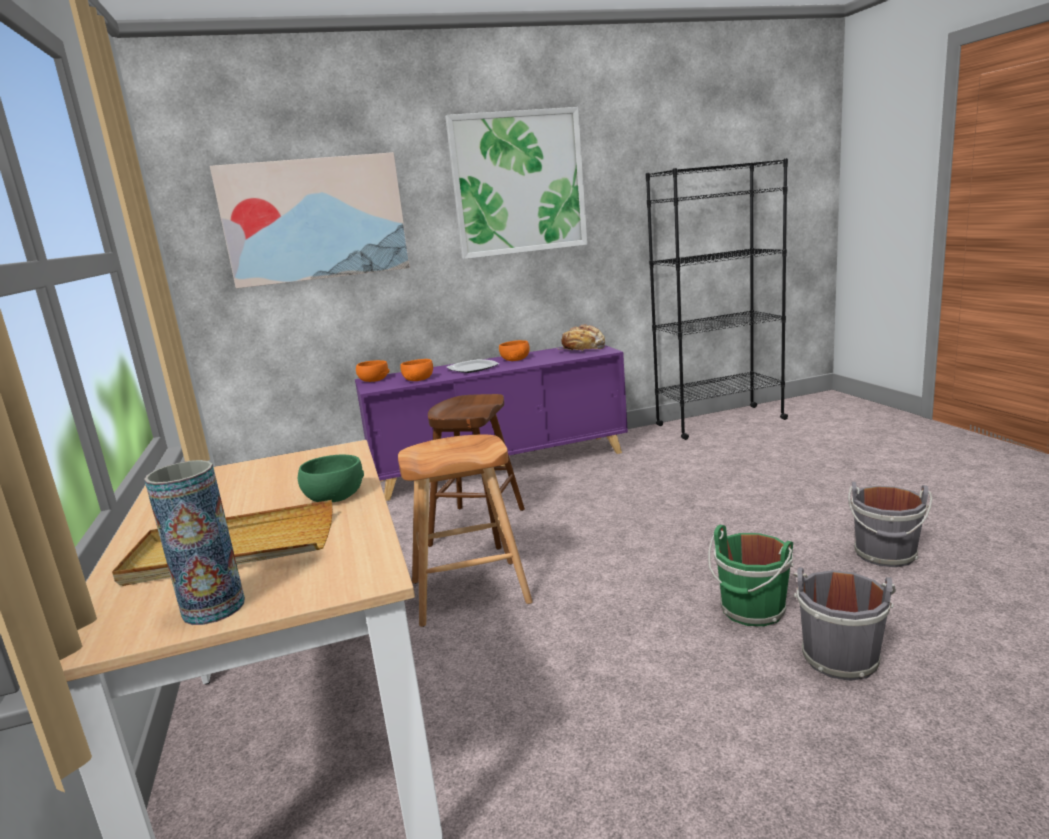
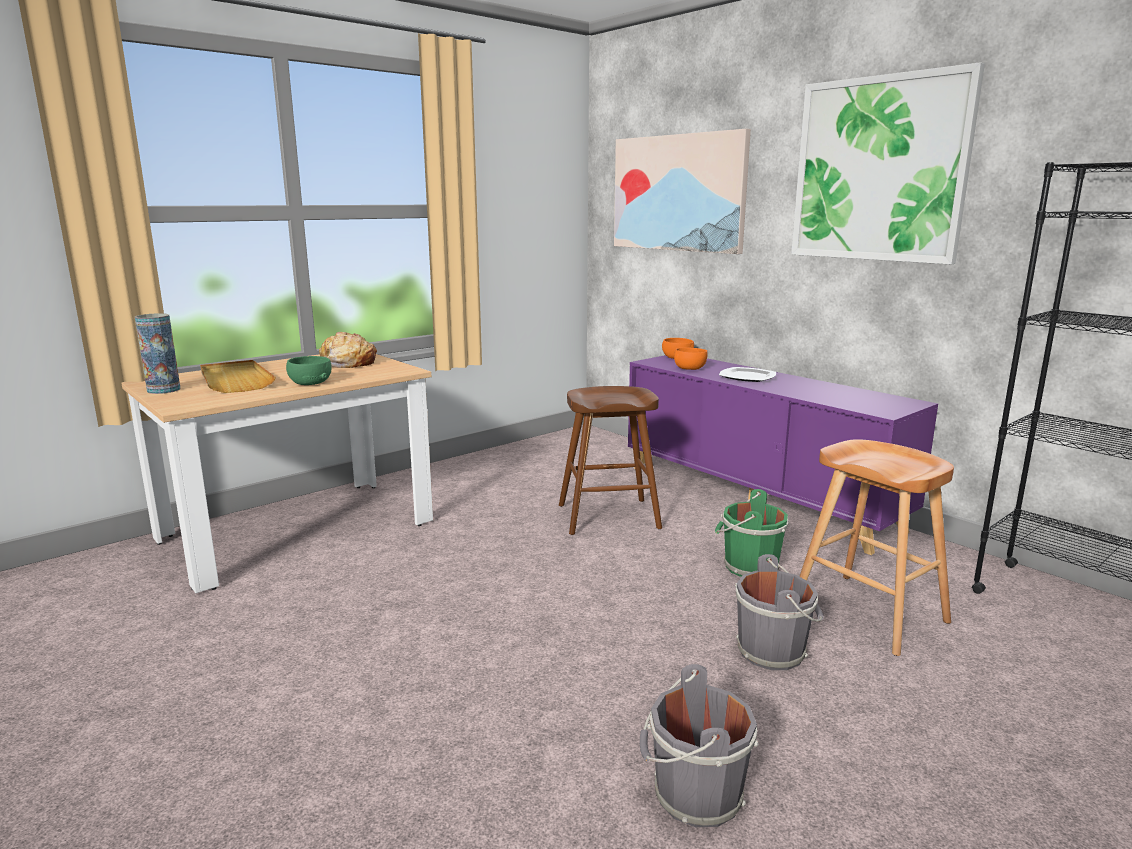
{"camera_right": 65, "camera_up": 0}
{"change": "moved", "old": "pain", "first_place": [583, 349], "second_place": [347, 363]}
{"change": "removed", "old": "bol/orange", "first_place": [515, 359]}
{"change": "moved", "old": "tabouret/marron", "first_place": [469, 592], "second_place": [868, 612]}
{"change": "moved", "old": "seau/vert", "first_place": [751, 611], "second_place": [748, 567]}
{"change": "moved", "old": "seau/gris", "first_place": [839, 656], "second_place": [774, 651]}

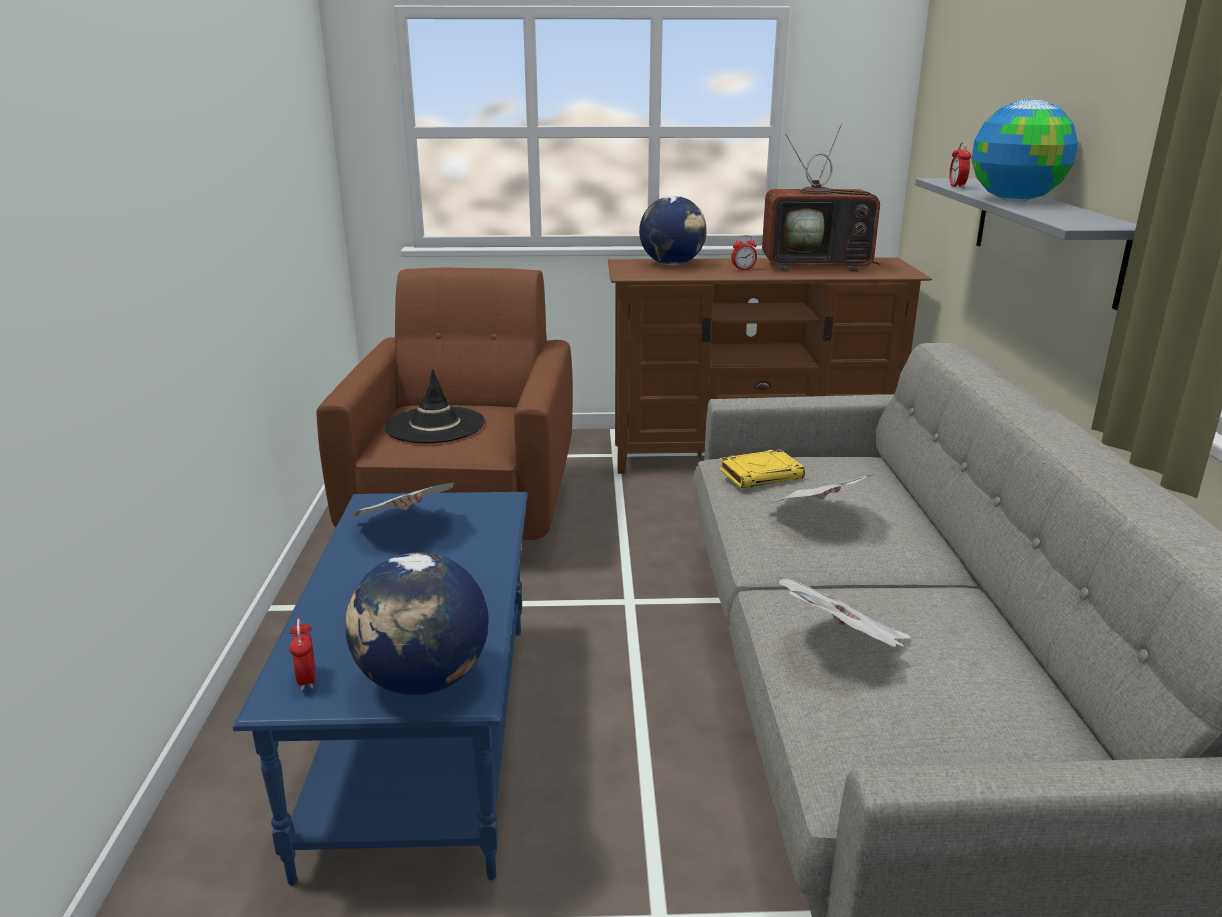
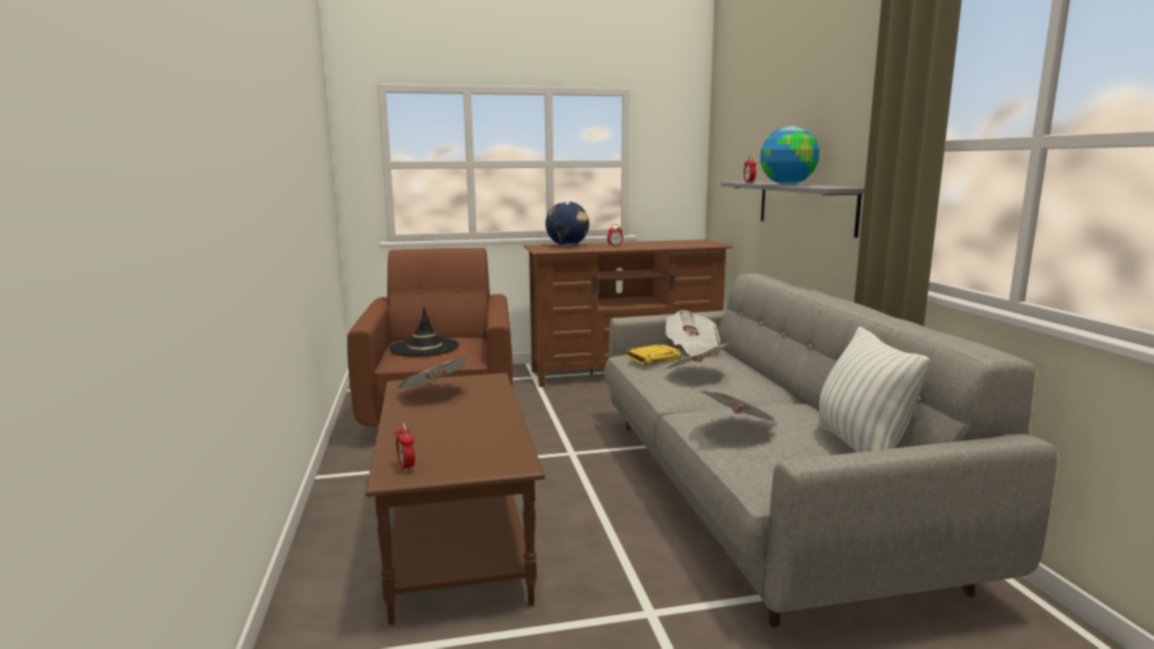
{"camera_right": -10, "camera_up": -10}
{"change": "removed", "old": "téléviseur", "first_place": [818, 266]}
{"change": "recoloured", "old": "table basse/bleu", "new": "table basse/marron", "first_place": [427, 737], "second_place": [459, 536]}
{"change": "removed", "old": "globe", "first_place": [423, 681]}
{"change": "added", "new": "journal", "second_place": [692, 349]}
{"change": "added", "new": "coussin", "second_place": [860, 447]}

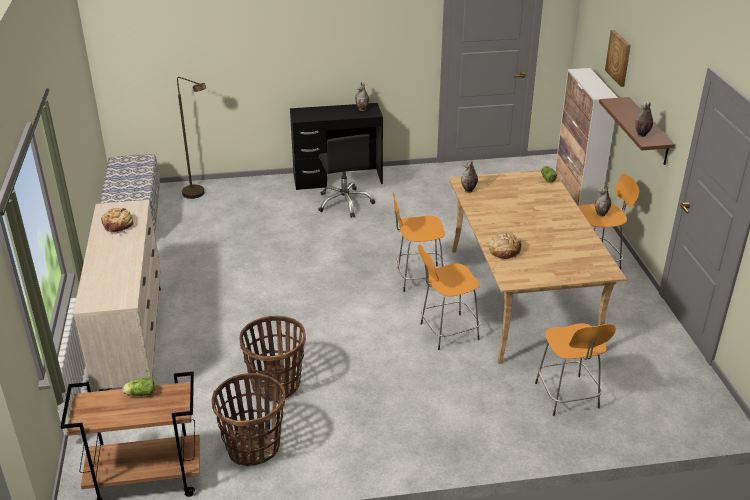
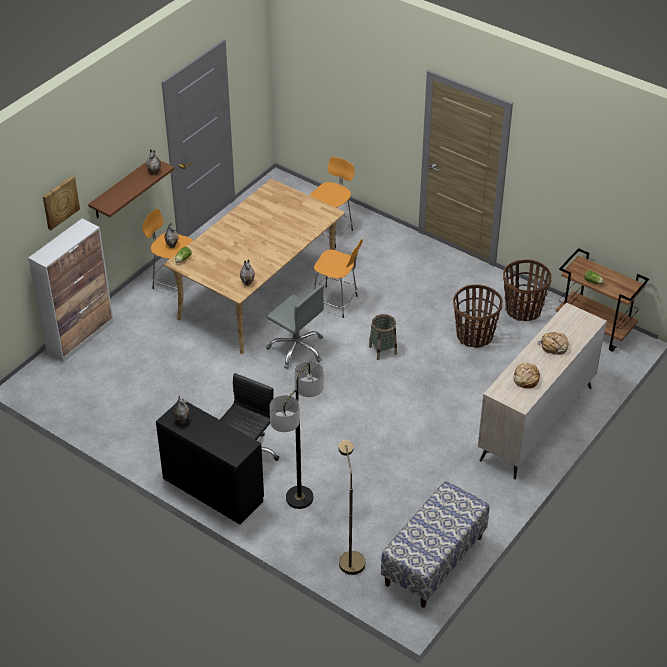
{"camera_right": -135, "camera_up": 10}
{"change": "replaced", "old": "tabouret/orange", "new": "chaise de bureau/gris", "first_place": [418, 278], "second_place": [297, 348]}
{"change": "moved", "old": "pain", "first_place": [504, 250], "second_place": [553, 347]}
{"change": "added", "new": "panier", "second_place": [382, 350]}
{"change": "added", "new": "lampadaire", "second_place": [299, 498]}

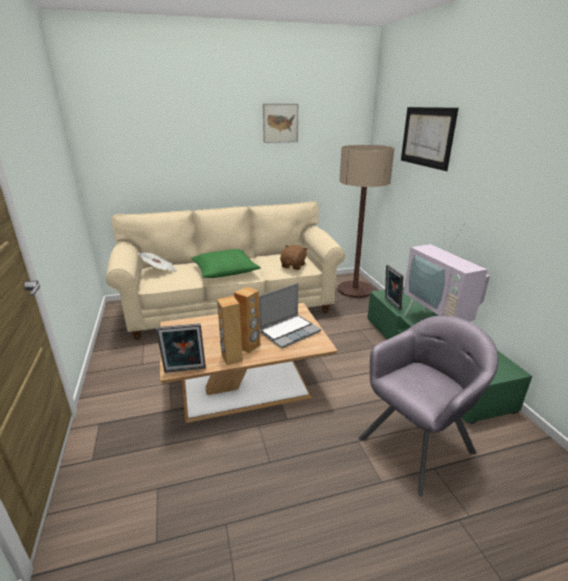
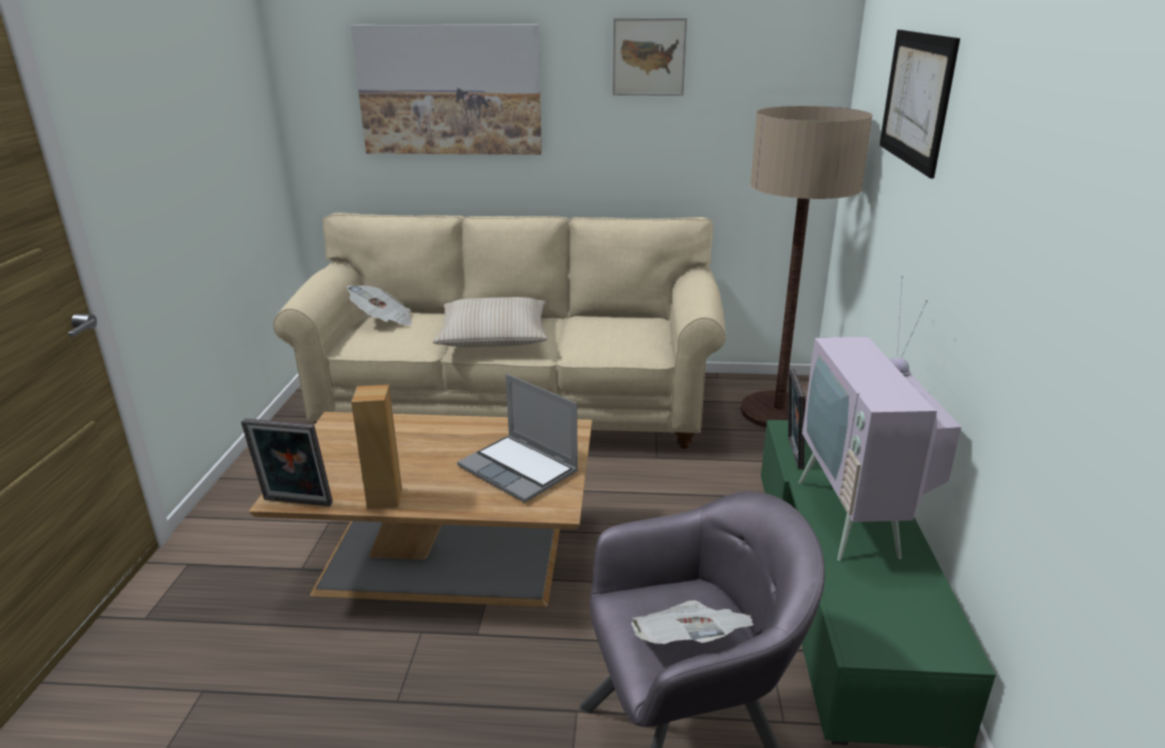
{"camera_right": 20, "camera_up": 0}
{"change": "removed", "old": "peluche/marron", "first_place": [293, 266]}
{"change": "recoloured", "old": "coussin/vert", "new": "coussin/beige", "first_place": [225, 271], "second_place": [493, 336]}
{"change": "turned", "old": "ordinateur portable", "first_place": [289, 331], "second_place": [520, 470], "degrees": 60}
{"change": "removed", "old": "enceinte/marron", "first_place": [249, 346]}
{"change": "added", "new": "tableau", "second_place": [450, 90]}
{"change": "added", "new": "journal", "second_place": [688, 646]}

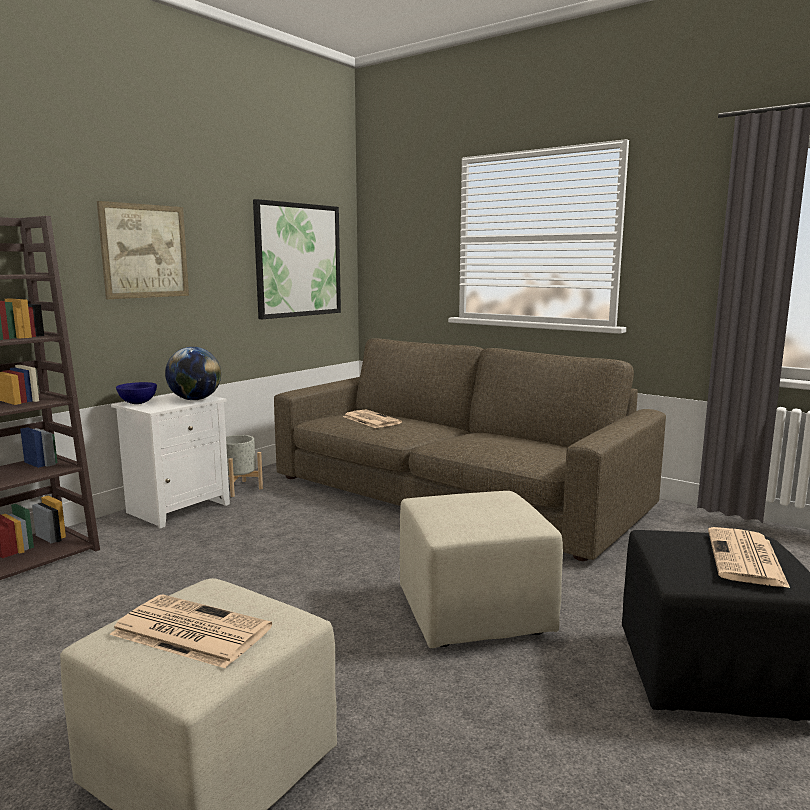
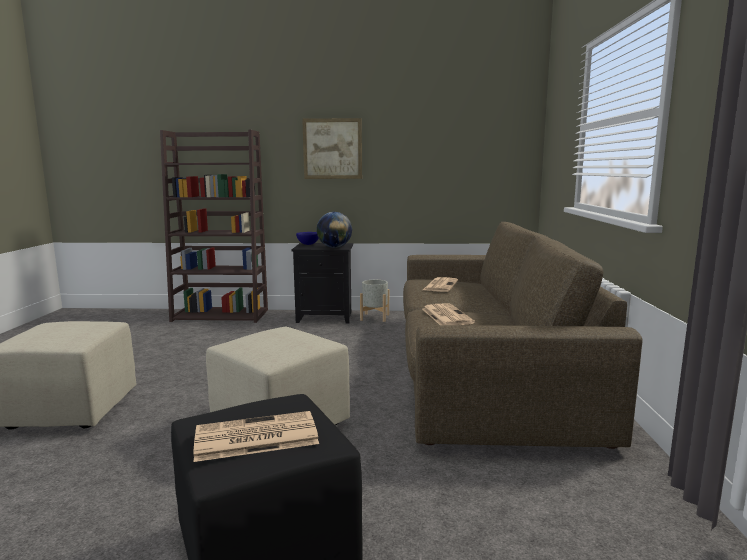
{"camera_right": 55, "camera_up": 0}
{"change": "removed", "old": "tableau", "first_place": [298, 260]}
{"change": "recoloured", "old": "table de chevet/blanc", "new": "table de chevet/noir", "first_place": [178, 508], "second_place": [326, 317]}
{"change": "moved", "old": "journal", "first_place": [189, 631], "second_place": [445, 315]}

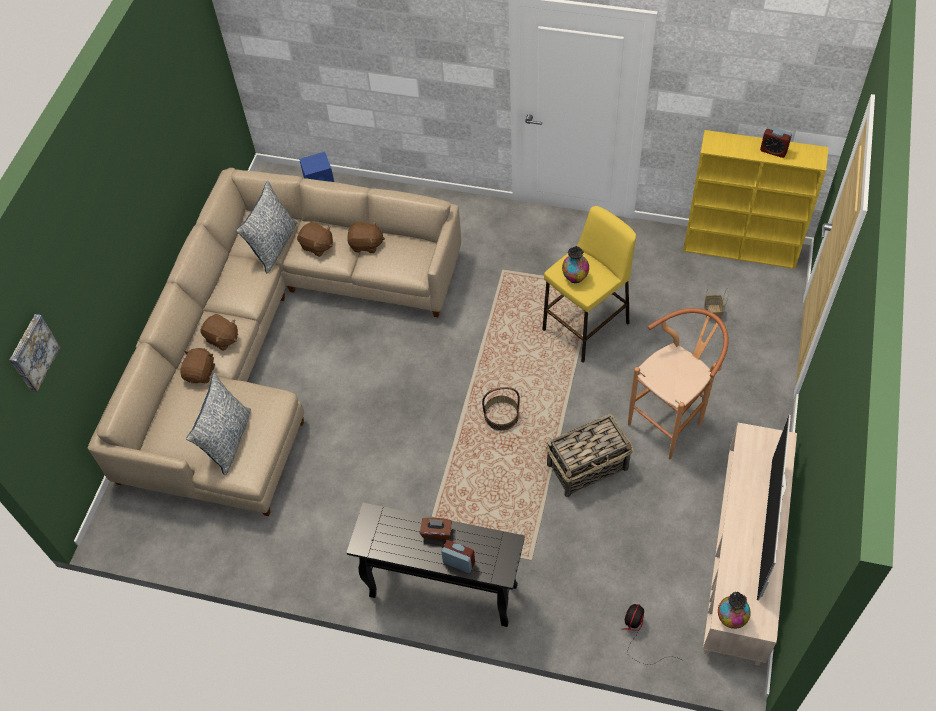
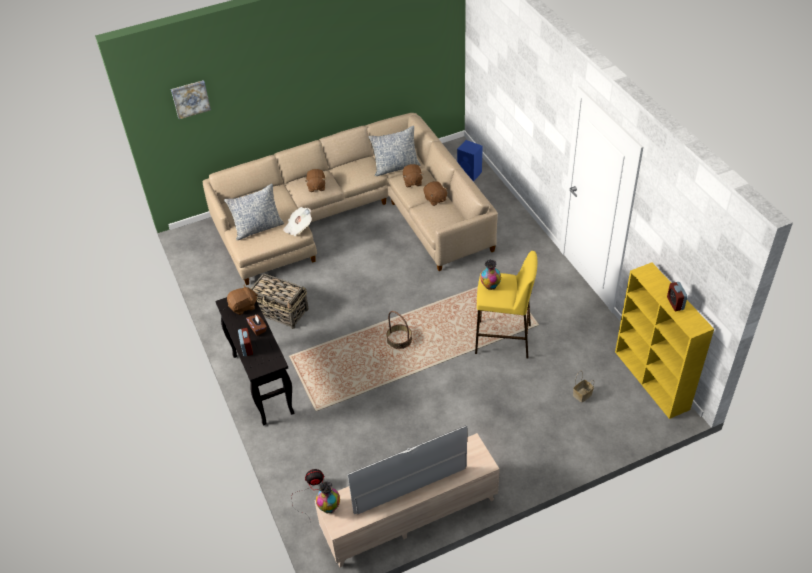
{"camera_right": 50, "camera_up": -10}
{"change": "removed", "old": "tabouret/marron", "first_place": [670, 421]}
{"change": "moved", "old": "peluche/marron", "first_place": [201, 373], "second_place": [243, 307]}
{"change": "moved", "old": "panier", "first_place": [588, 466], "second_place": [281, 312]}
{"change": "added", "new": "journal", "second_place": [298, 227]}

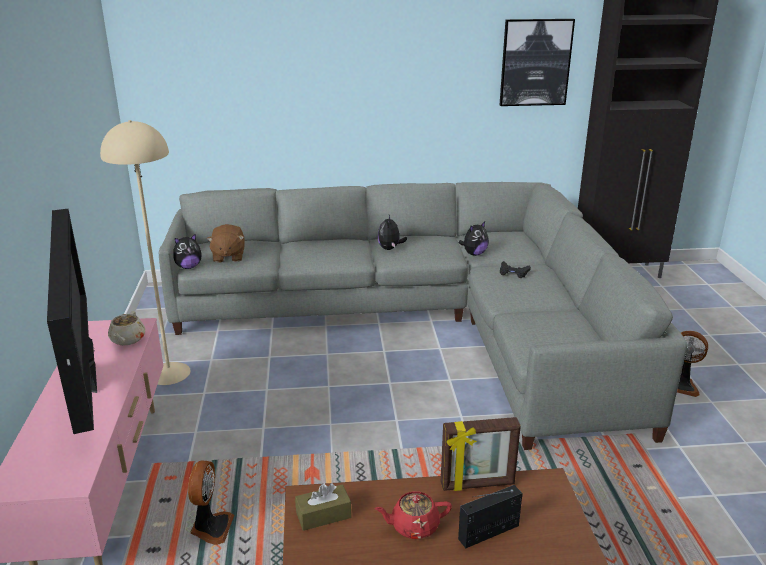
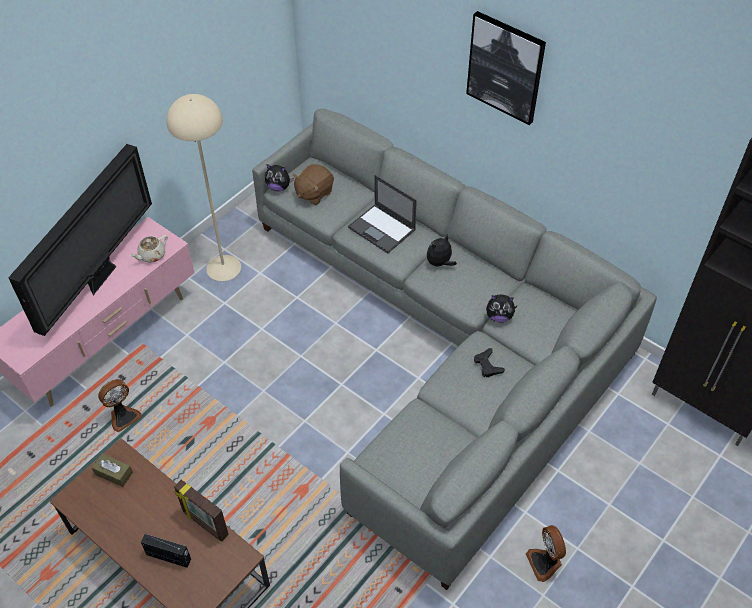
{"camera_right": 45, "camera_up": 25}
{"change": "moved", "old": "tableau", "first_place": [535, 62], "second_place": [505, 67]}
{"change": "removed", "old": "théière/rouge", "first_place": [413, 526]}
{"change": "added", "new": "ordinateur portable", "second_place": [382, 229]}

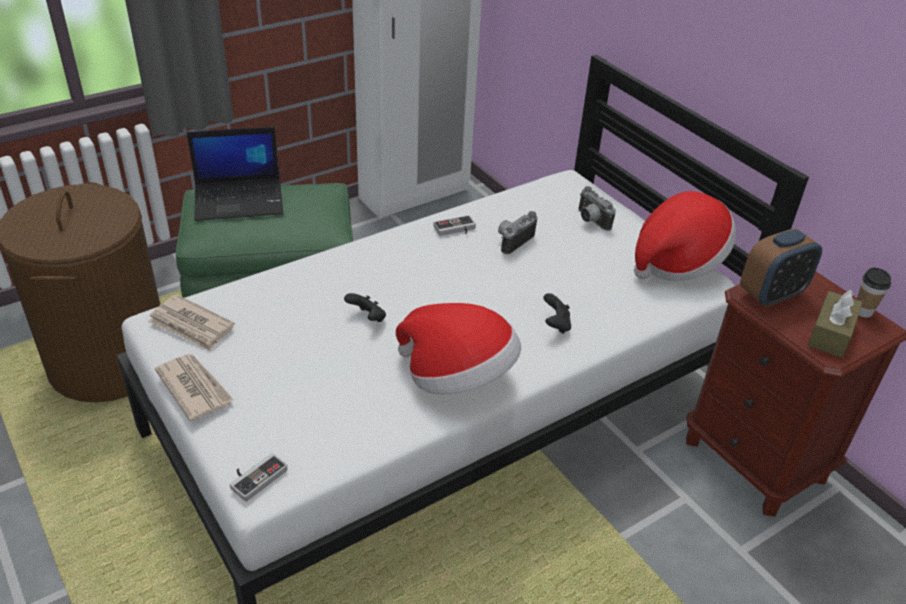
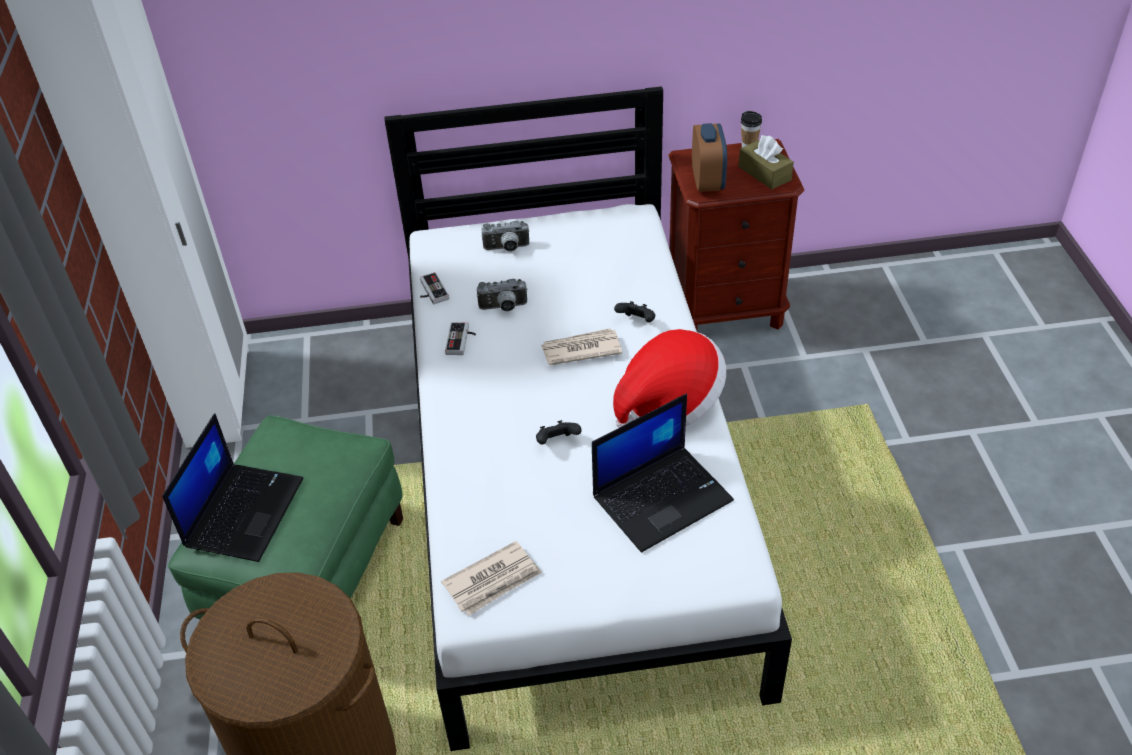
{"camera_right": -60, "camera_up": 5}
{"change": "removed", "old": "chapeau", "first_place": [677, 261]}
{"change": "turned", "old": "appareil photo", "first_place": [513, 240], "second_place": [503, 308], "degrees": -75}
{"change": "moved", "old": "journal", "first_place": [194, 388], "second_place": [580, 349]}
{"change": "moved", "old": "manette", "first_place": [255, 476], "second_place": [430, 291]}
{"change": "added", "new": "ordinateur portable", "second_place": [662, 497]}

